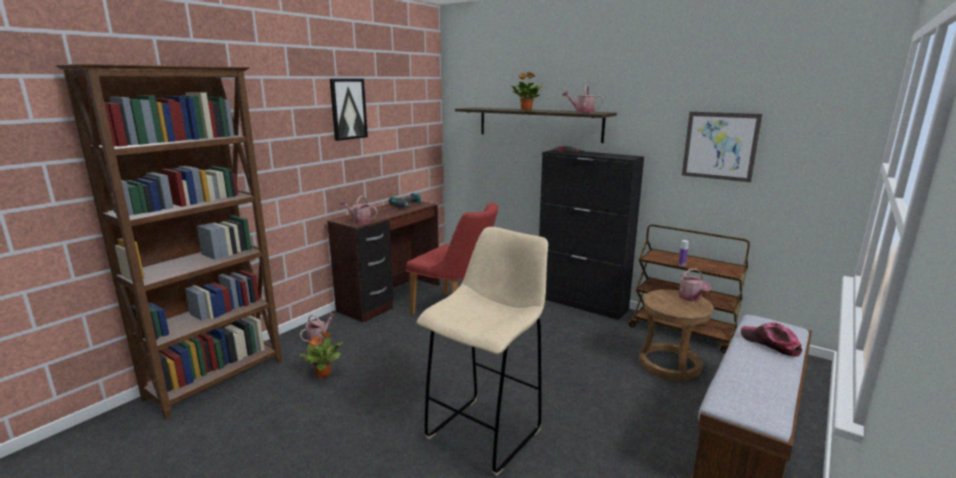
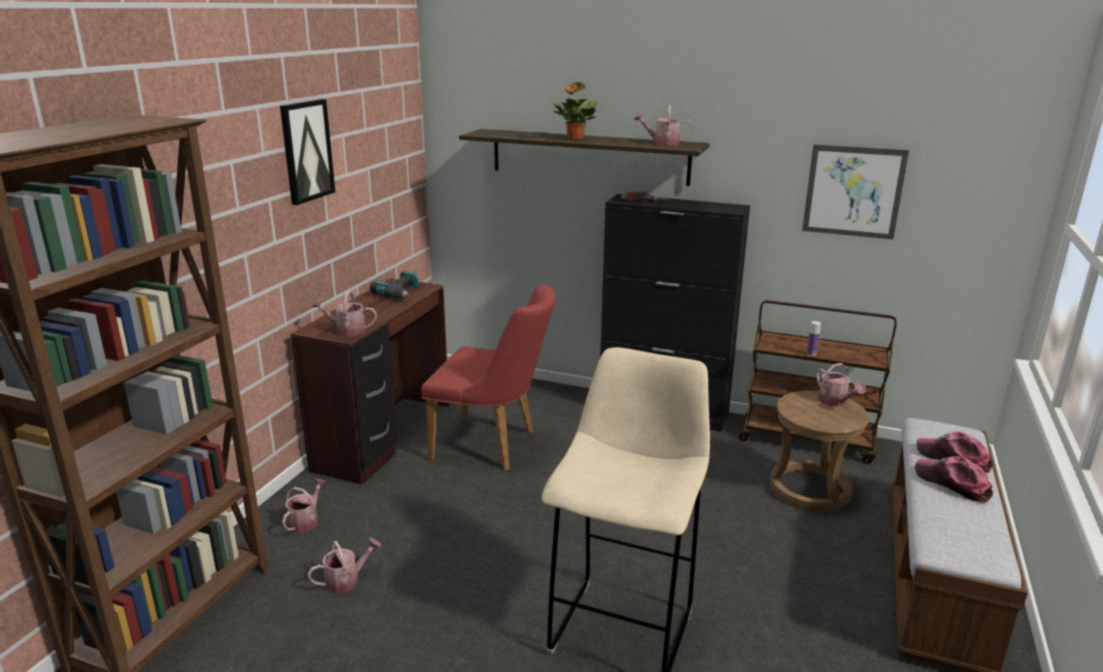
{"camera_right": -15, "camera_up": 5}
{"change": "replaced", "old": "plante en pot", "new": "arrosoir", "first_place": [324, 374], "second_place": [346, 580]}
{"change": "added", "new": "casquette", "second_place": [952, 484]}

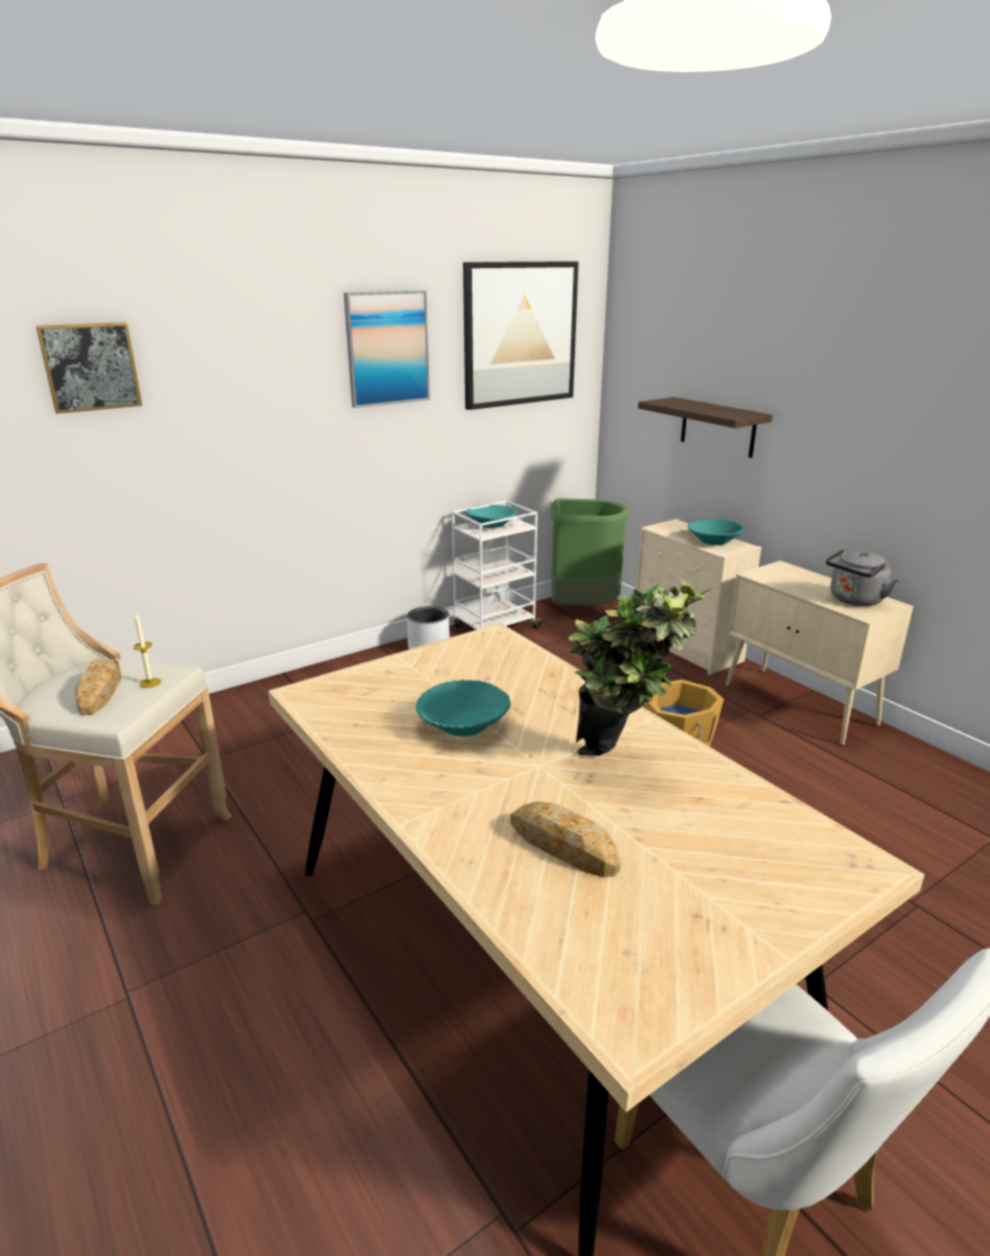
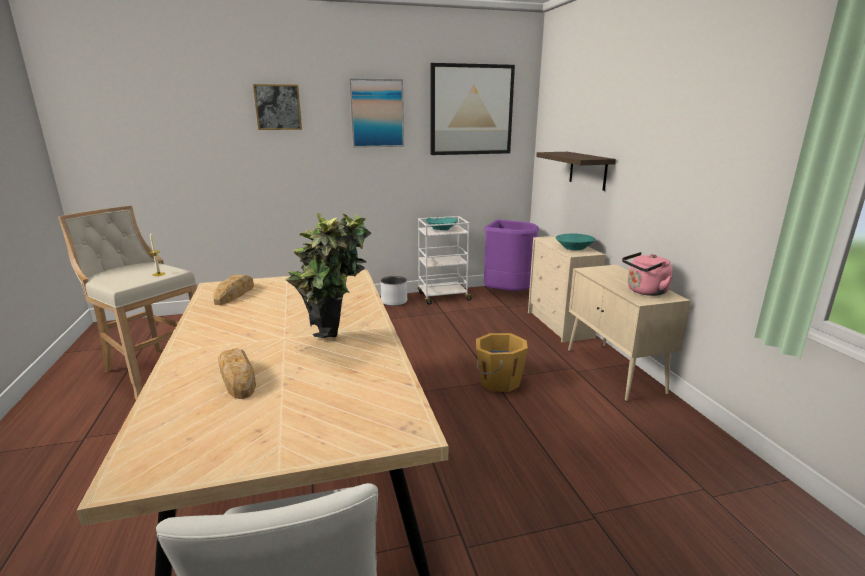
{"camera_right": 20, "camera_up": -5}
{"change": "moved", "old": "tableau", "first_place": [90, 367], "second_place": [278, 107]}
{"change": "recoloured", "old": "poubelle/vert", "new": "poubelle/violet", "first_place": [581, 608], "second_place": [507, 293]}
{"change": "recoloured", "old": "bouilloire/gris", "new": "bouilloire/rose", "first_place": [854, 600], "second_place": [644, 291]}
{"change": "moved", "old": "pain", "first_place": [100, 692], "second_place": [234, 294]}
{"change": "removed", "old": "bol/turquoise", "first_place": [463, 726]}

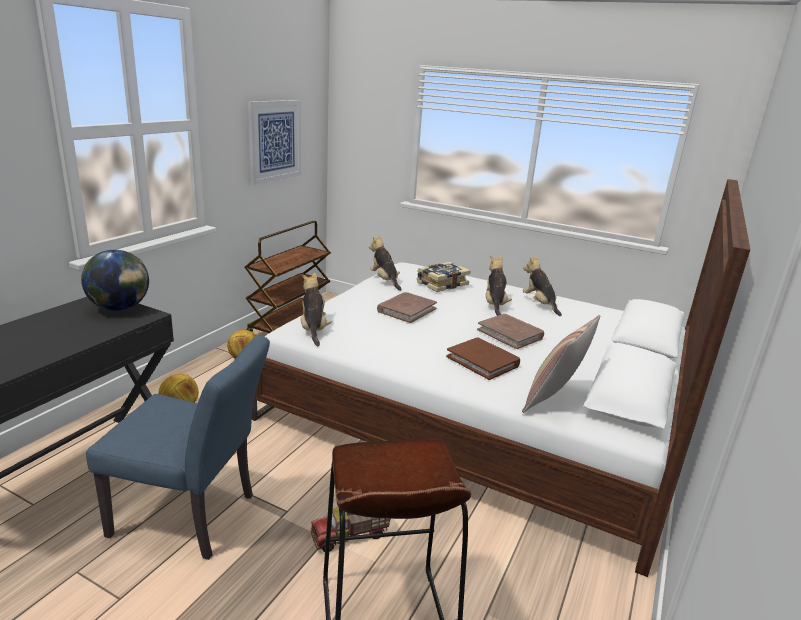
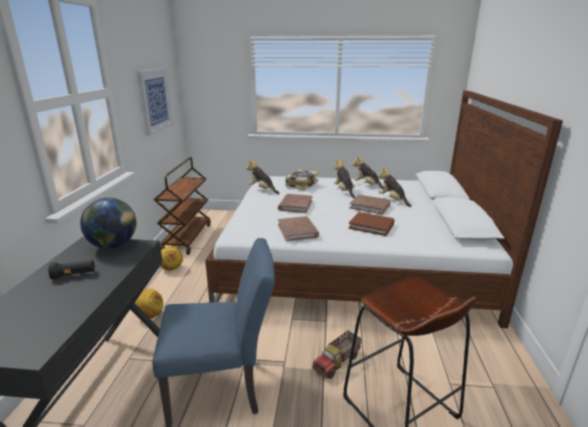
{"camera_right": -20, "camera_up": 0}
{"change": "moved", "old": "peluche", "first_place": [313, 330], "second_place": [392, 200]}
{"change": "removed", "old": "coussin", "first_place": [553, 399]}
{"change": "added", "new": "livre/marron", "second_place": [298, 230]}
{"change": "added", "new": "lampe de poche/noir", "second_place": [74, 275]}

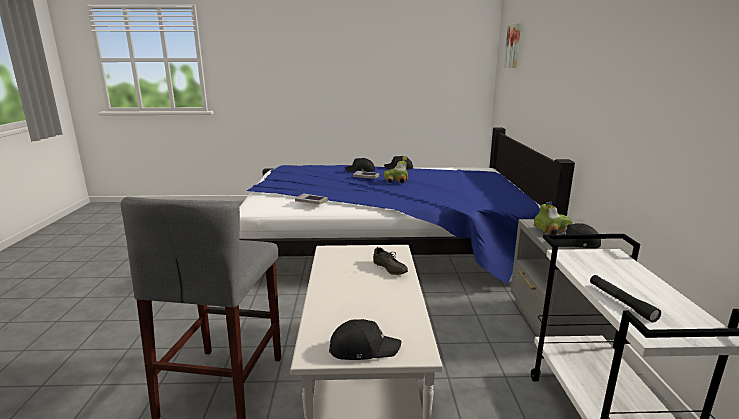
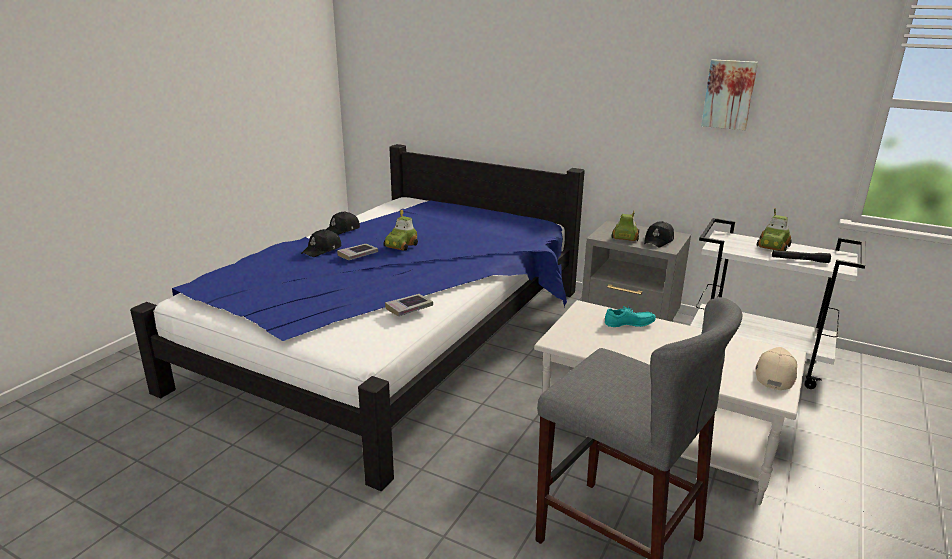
{"camera_right": -60, "camera_up": 5}
{"change": "moved", "old": "tableau", "first_place": [514, 46], "second_place": [729, 94]}
{"change": "recoloured", "old": "chaussure/gris", "new": "chaussure/turquoise", "first_place": [388, 269], "second_place": [630, 324]}
{"change": "recoloured", "old": "casquette/noir", "new": "casquette/beige", "first_place": [363, 348], "second_place": [774, 374]}
{"change": "added", "new": "petite voiture", "second_place": [773, 246]}

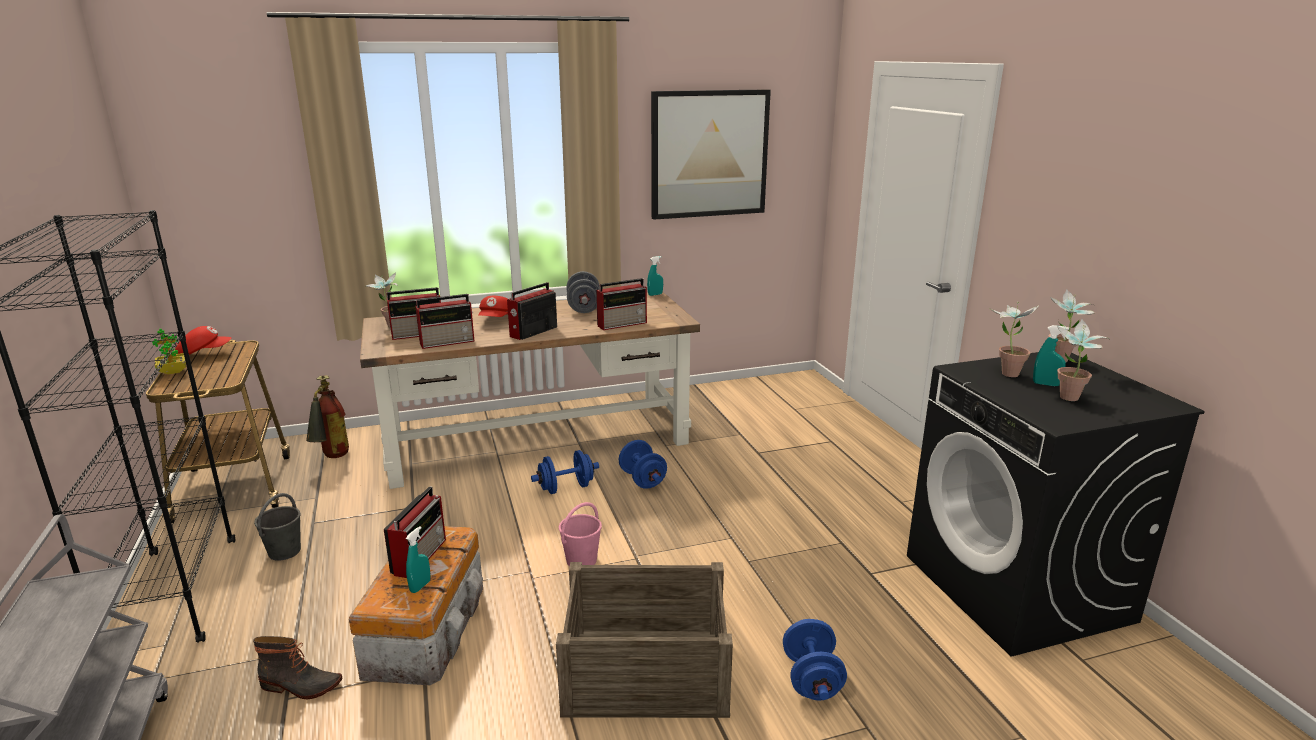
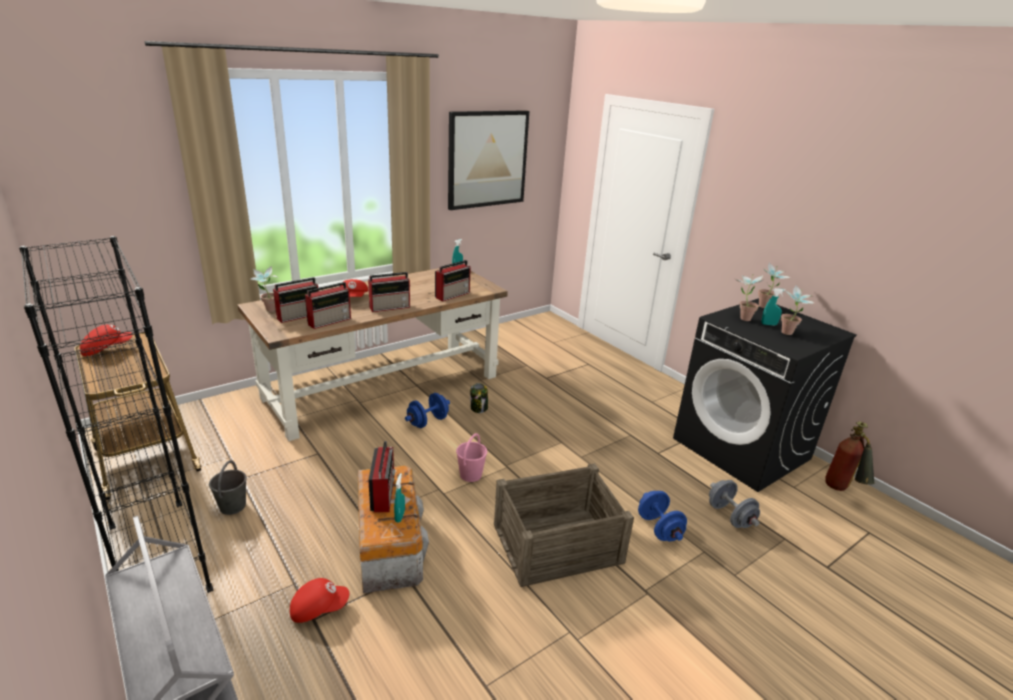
{"camera_right": -20, "camera_up": 5}
{"change": "moved", "old": "haltère/gris", "first_place": [584, 308], "second_place": [730, 516]}
{"change": "turned", "old": "radio", "first_place": [532, 332], "second_place": [390, 307], "degrees": -135}
{"change": "removed", "old": "plante en pot", "first_place": [173, 371]}
{"change": "moved", "old": "extincteur", "first_place": [331, 458], "second_place": [842, 491]}
{"change": "replaced", "old": "haltère/bleu", "new": "bocal", "first_place": [642, 479], "second_place": [479, 408]}
{"change": "replaced", "old": "botte", "new": "casquette/rouge", "first_place": [300, 686], "second_place": [319, 608]}

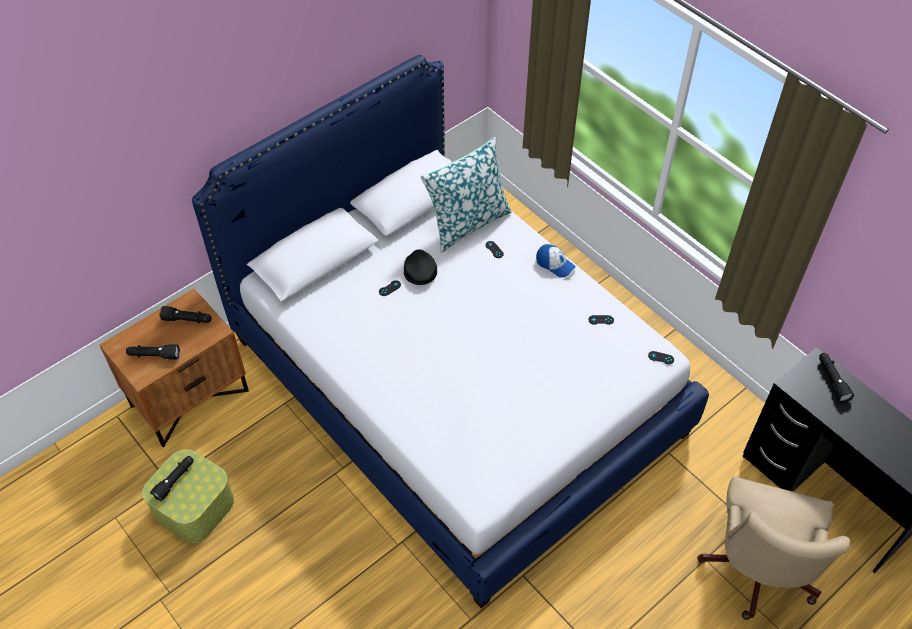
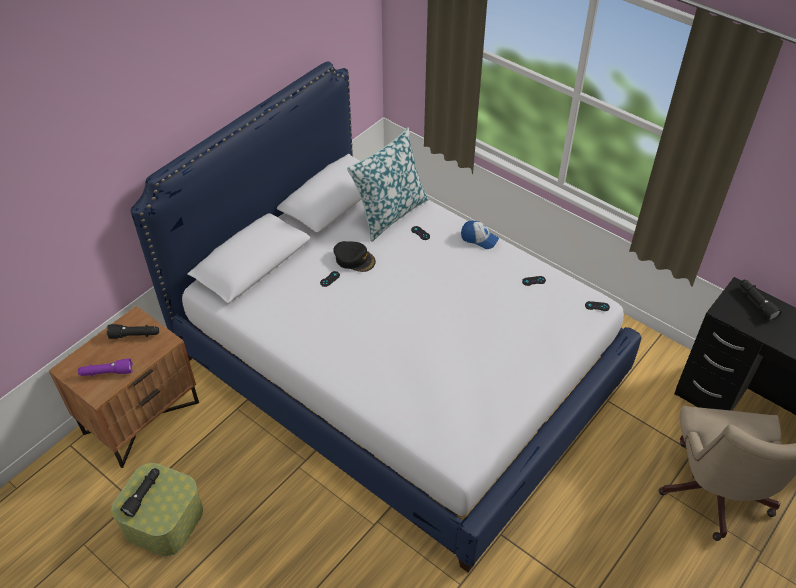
{"camera_right": -10, "camera_up": -5}
{"change": "turned", "old": "casquette/noir", "first_place": [419, 270], "second_place": [354, 259], "degrees": 135}
{"change": "recoloured", "old": "lampe de poche/noir", "new": "lampe de poche/violet", "first_place": [154, 355], "second_place": [106, 373]}

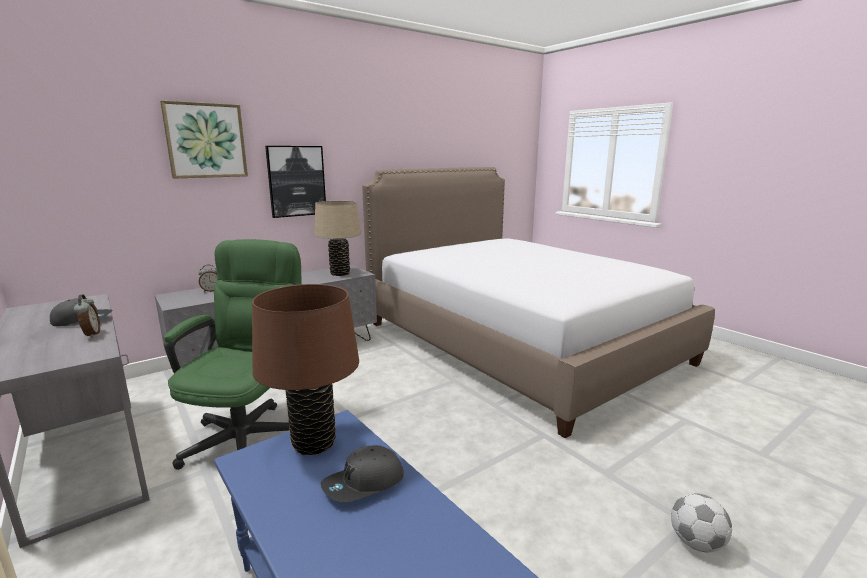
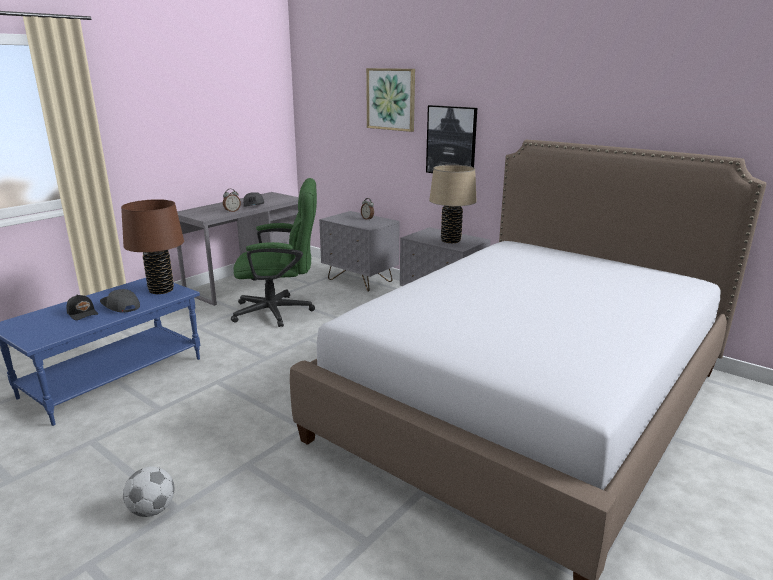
{"camera_right": 75, "camera_up": 5}
{"change": "added", "new": "casquette/noir", "second_place": [83, 313]}

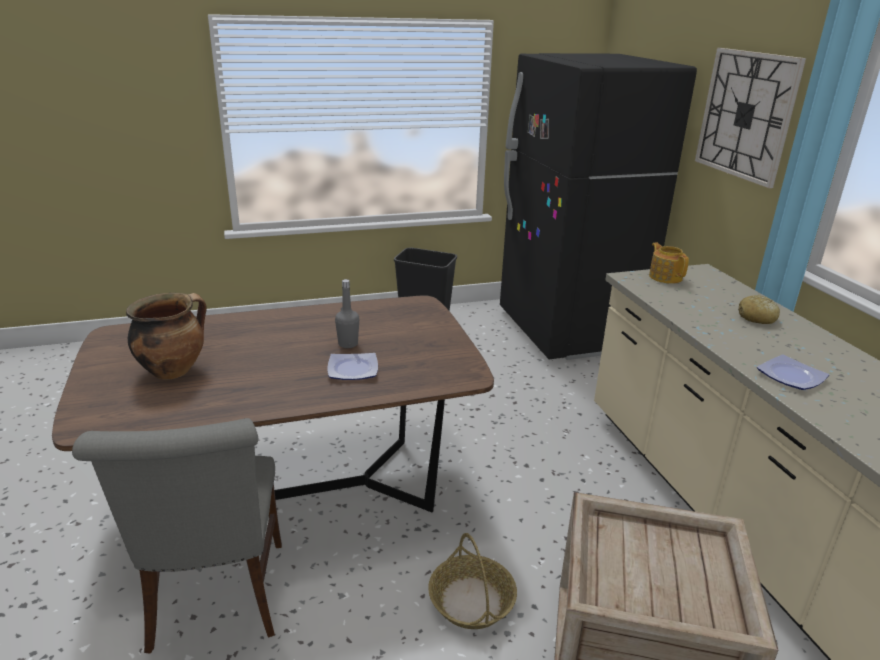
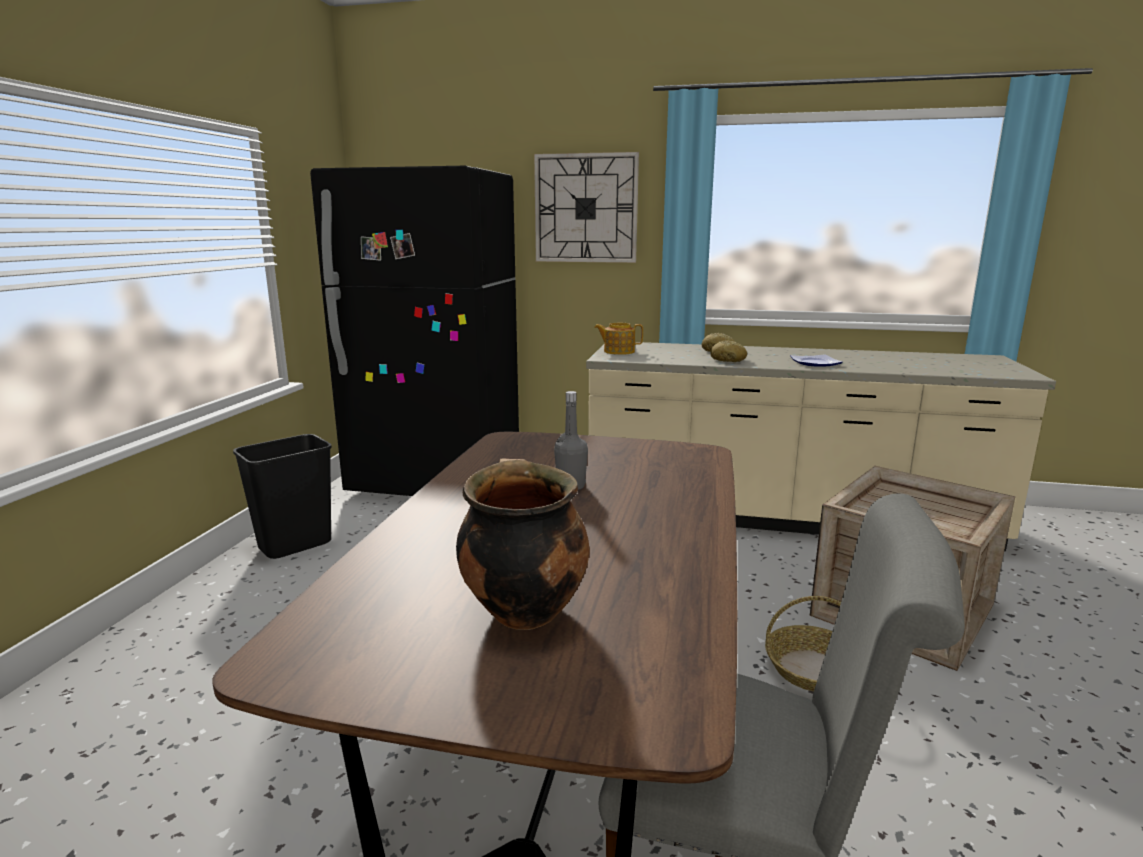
{"camera_right": -60, "camera_up": -10}
{"change": "removed", "old": "assiette", "first_place": [354, 370]}
{"change": "added", "new": "pain", "second_place": [728, 360]}

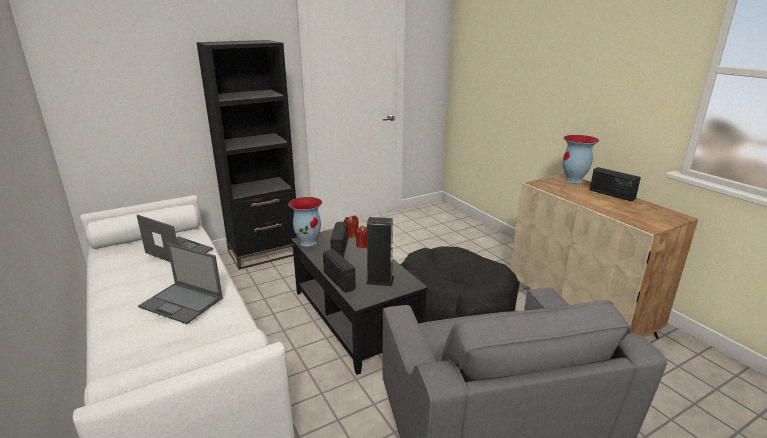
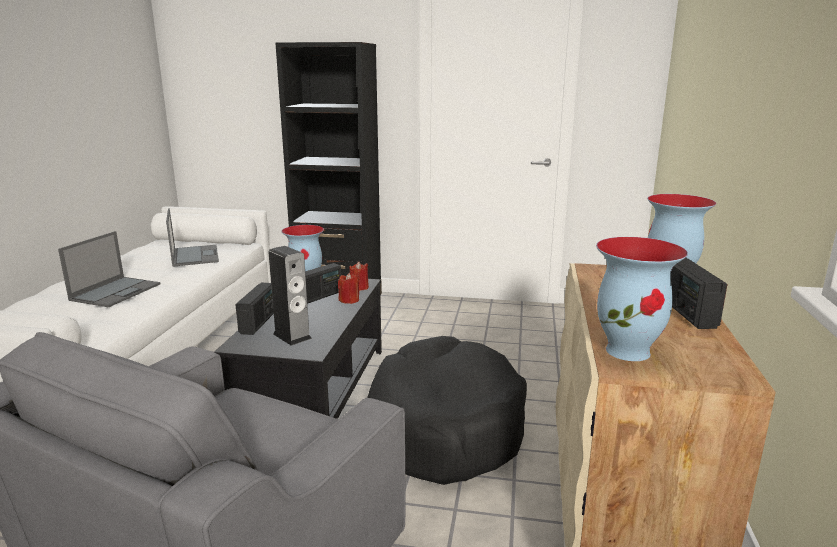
{"camera_right": 40, "camera_up": -5}
{"change": "turned", "old": "ordinateur portable", "first_place": [182, 303], "second_place": [116, 292], "degrees": -135}
{"change": "added", "new": "vase", "second_place": [629, 351]}

